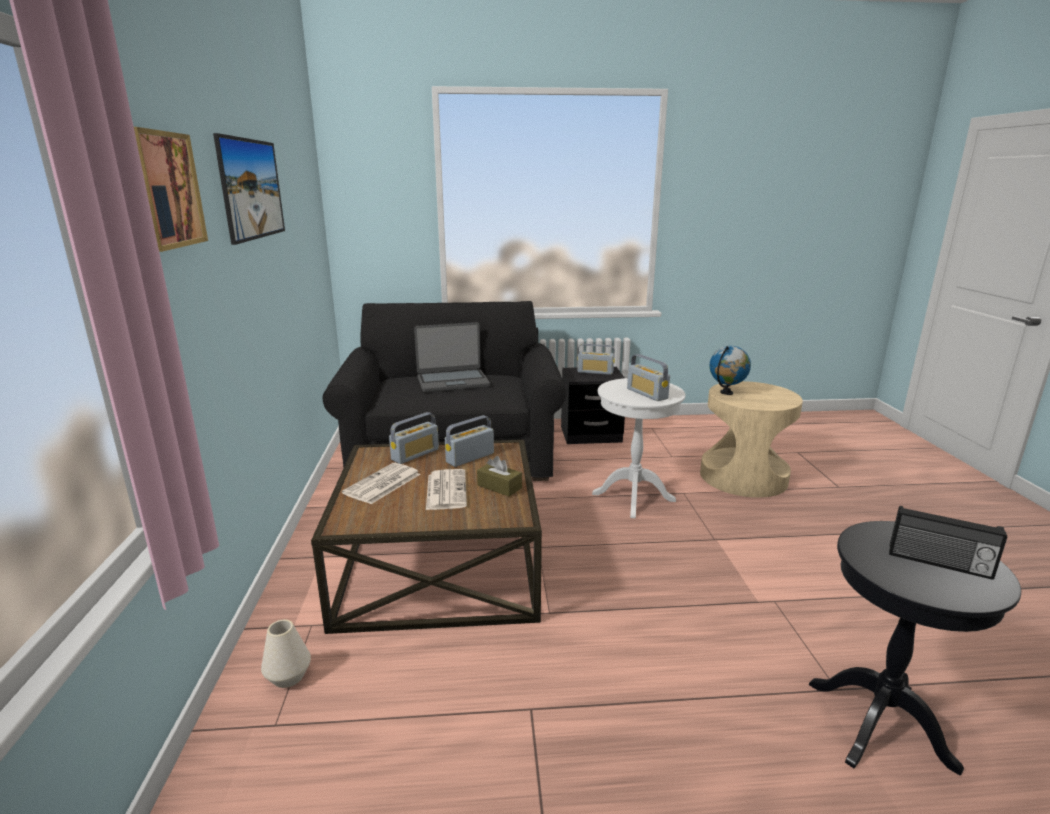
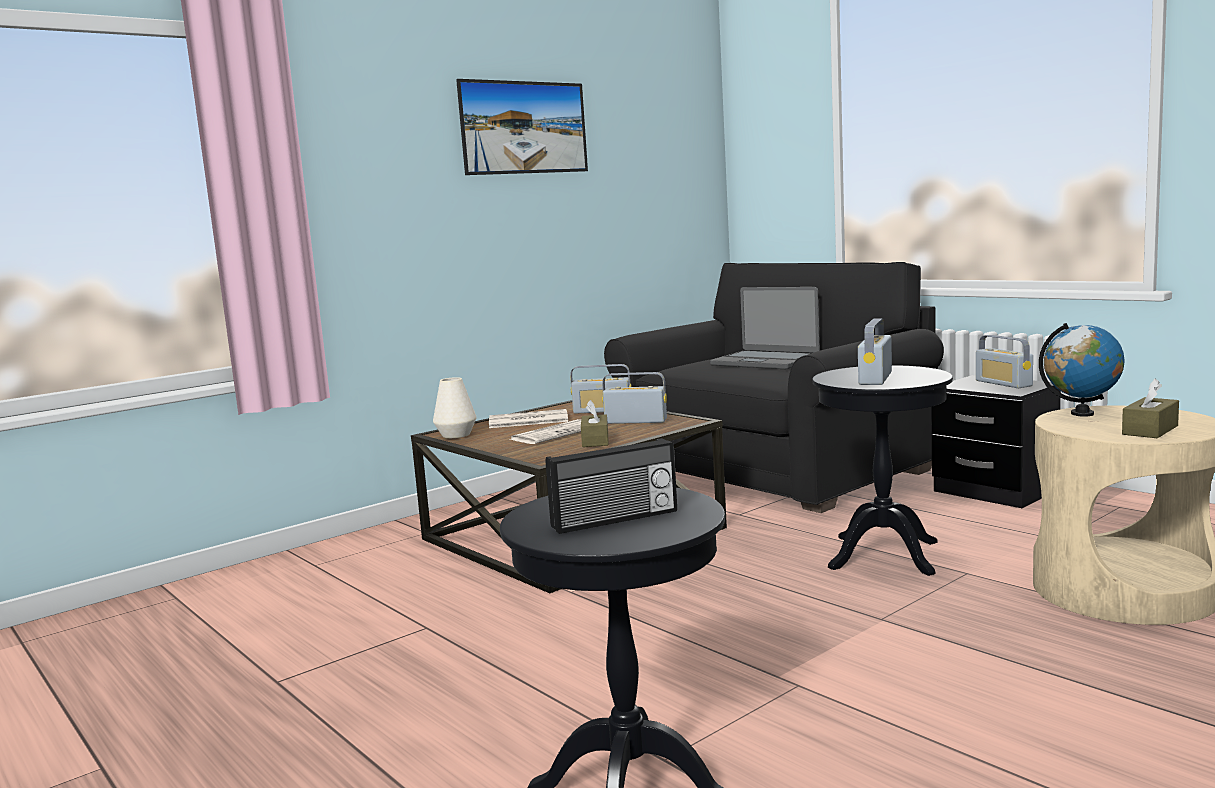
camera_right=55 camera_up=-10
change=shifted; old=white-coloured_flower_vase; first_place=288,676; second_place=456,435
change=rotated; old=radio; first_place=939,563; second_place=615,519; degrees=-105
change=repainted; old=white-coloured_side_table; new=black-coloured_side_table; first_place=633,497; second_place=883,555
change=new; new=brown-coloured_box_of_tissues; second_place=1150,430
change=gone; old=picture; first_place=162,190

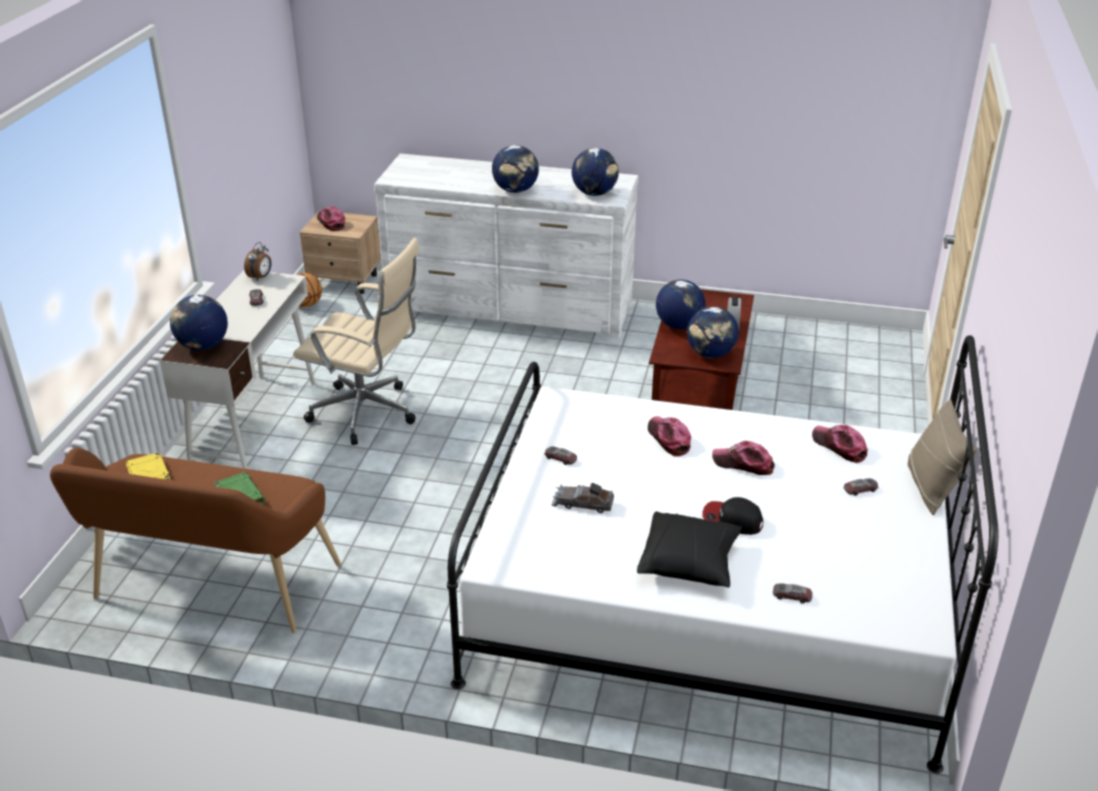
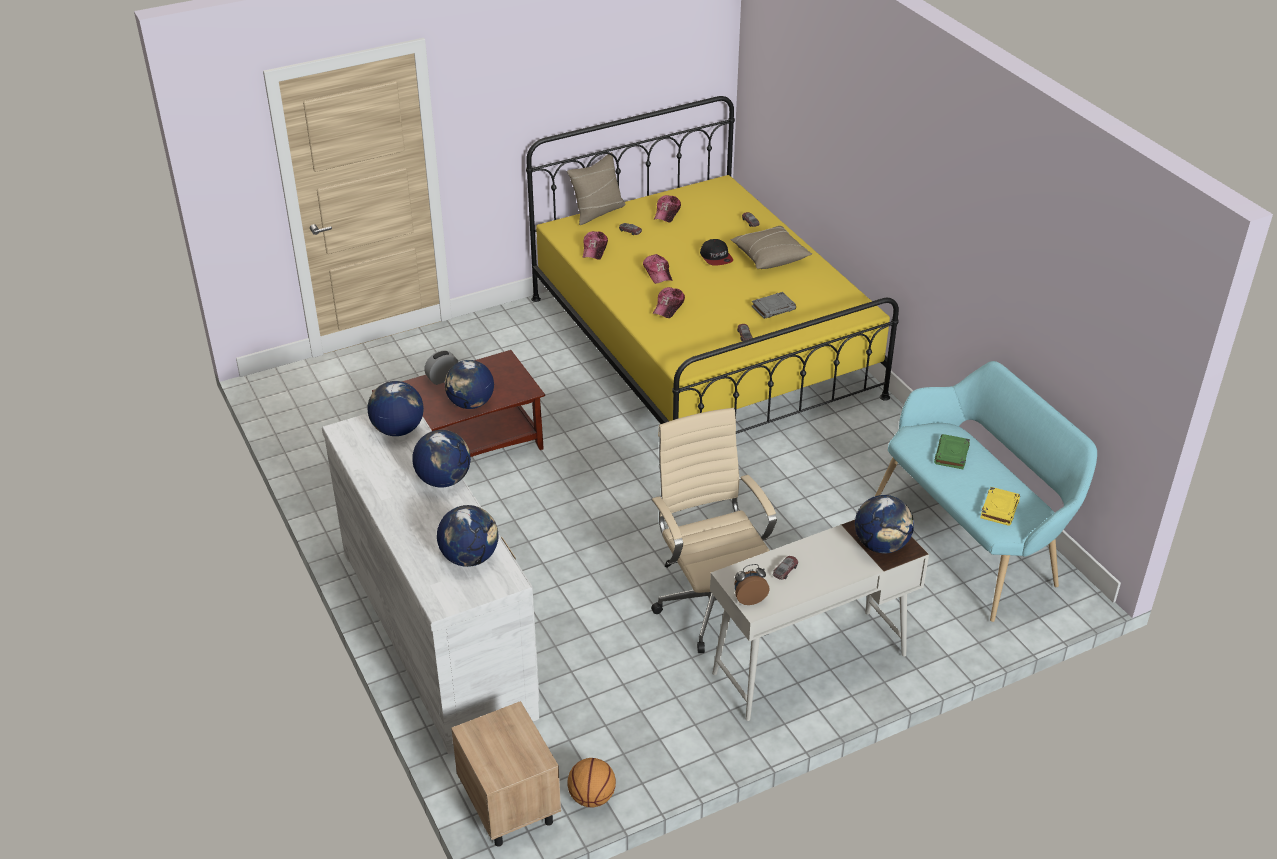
camera_right=-130 camera_up=5
change=shifted; old=world_globe; first_place=710,354; second_place=470,557
change=repainted; old=white-coloured_bed; new=yellow_bed; first_place=708,601; second_place=702,346
change=shifted; old=cap; first_place=331,222; second_place=667,213
change=repainted; old=black-coloured_cushion; new=beige-coloured_cushion; first_place=689,562; second_place=770,257
change=swapped; old=greyish_miniature_car; new=greyish_bound_book; first_place=582,503; second_place=773,308
change=repainted; old=brown-coloured_indoor_bench; new=blue-green_indoor_bench; first_place=210,588; second_place=973,541

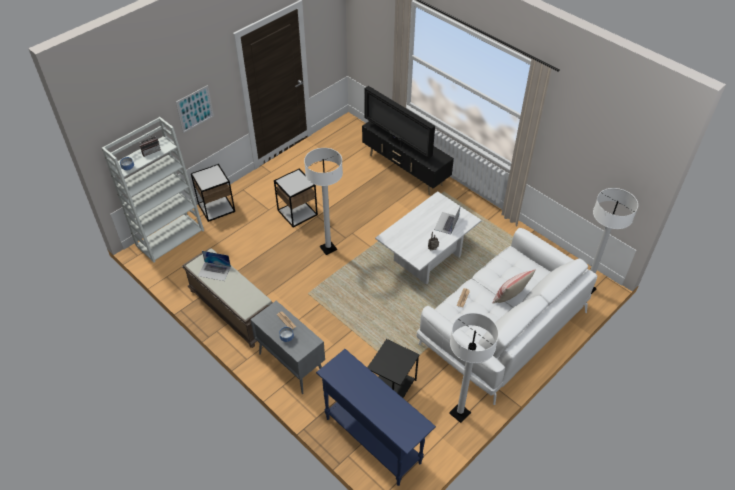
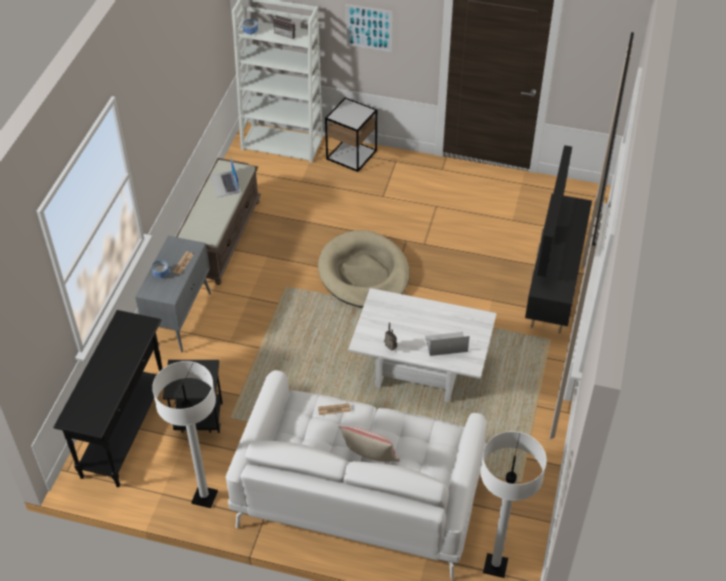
camera_right=60 camera_up=0
change=repainted; old=blue-coloured_narrow_table; new=black-coloured_narrow_table; first_place=372,439; second_place=125,431
change=swapped; old=white-coloured_standard_lamp; new=beige-coloured_pet_bed; first_place=328,248; second_place=364,273
change=gone; old=side_table; first_place=297,212

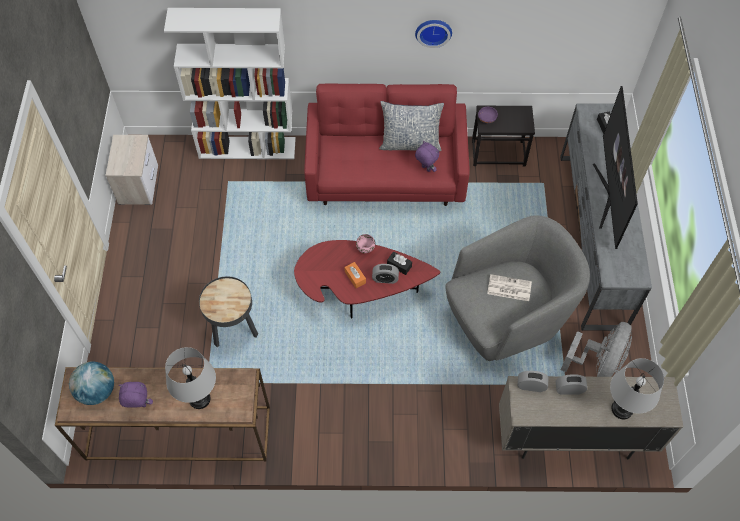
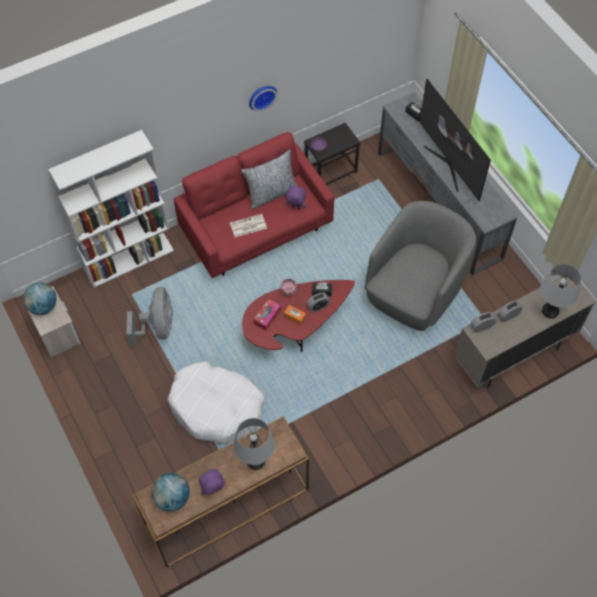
camera_right=-30 camera_up=0
change=new; new=world_globe; second_place=43,306
change=shifted; old=greyish_fan; first_place=598,362; second_place=157,327
change=swapped; old=black-coloured_side_table; new=white-coloured_pet_bed; first_place=233,330; second_place=217,407
change=shifted; old=newspaper; first_place=508,288; second_place=248,226
change=new; new=box_of_tissues; second_place=267,317

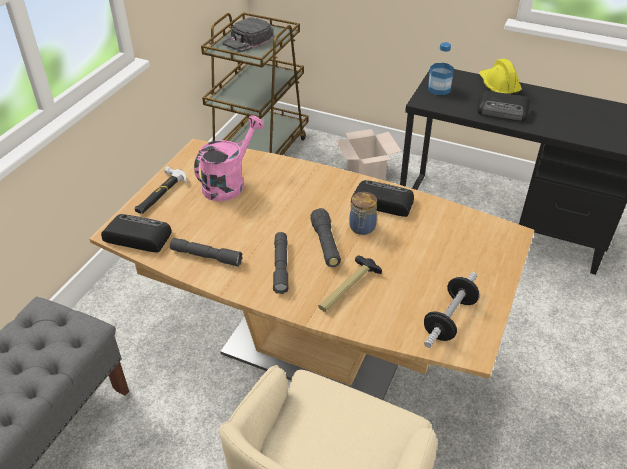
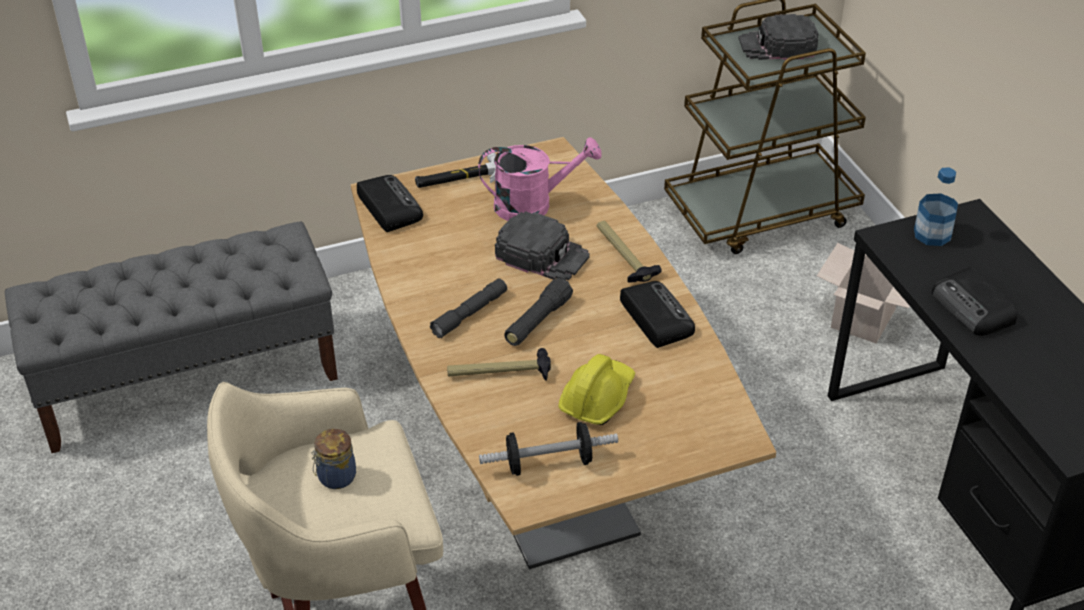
camera_right=45 camera_up=0
change=shifted; old=preserve_jar; first_place=362,228; second_place=335,477
change=new; new=black-coloured_cap; second_place=542,254
change=shifted; old=yellow_hard_hat; first_place=498,86; second_place=597,398
change=new; new=tool_hammer; second_place=623,255
change=gone; old=greyish_torch; first_place=206,256

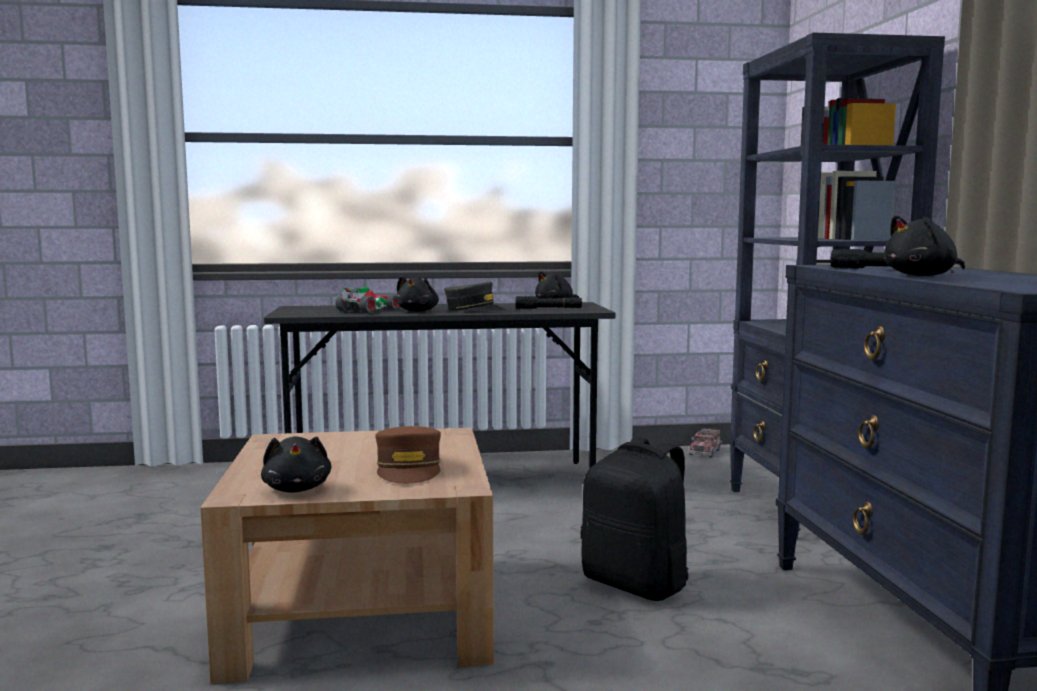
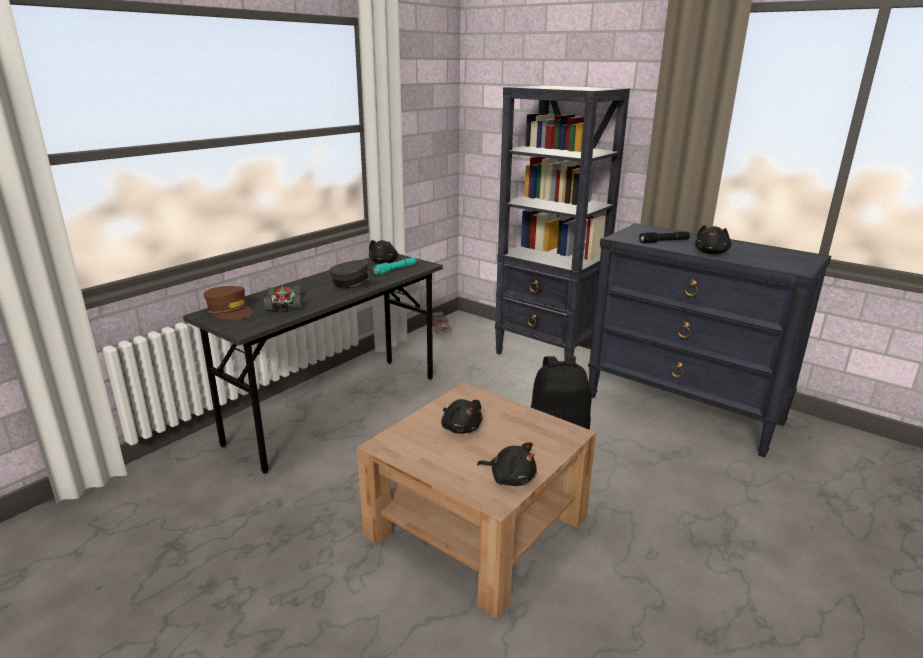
camera_right=-45 camera_up=15
change=shifted; old=brown-coloured_cap; first_place=409,469; second_place=230,311
change=repainted; old=black-coloured_torch; new=blue-green_torch; first_place=549,309; second_place=395,269
change=shifted; old=black-coloured_plush_toy; first_place=418,311; second_place=460,428

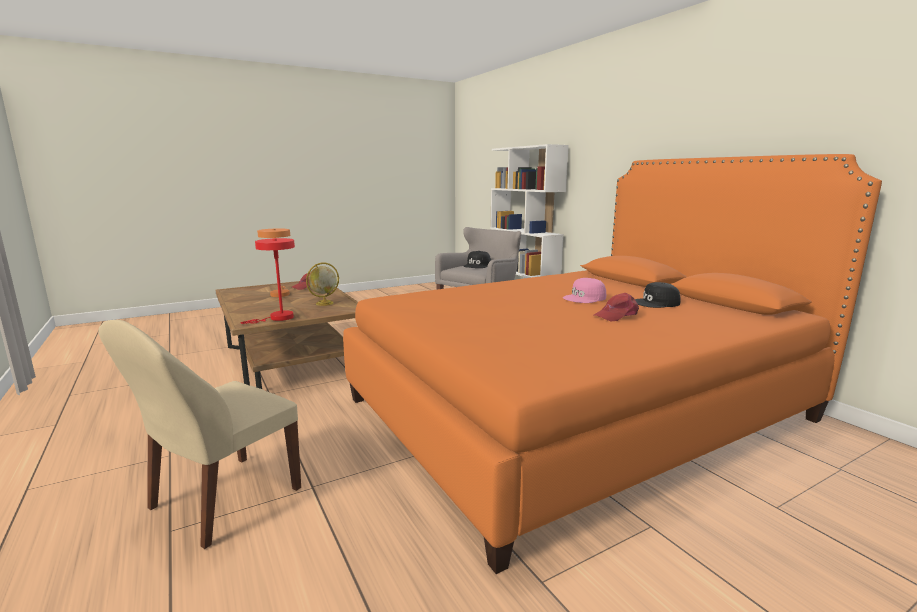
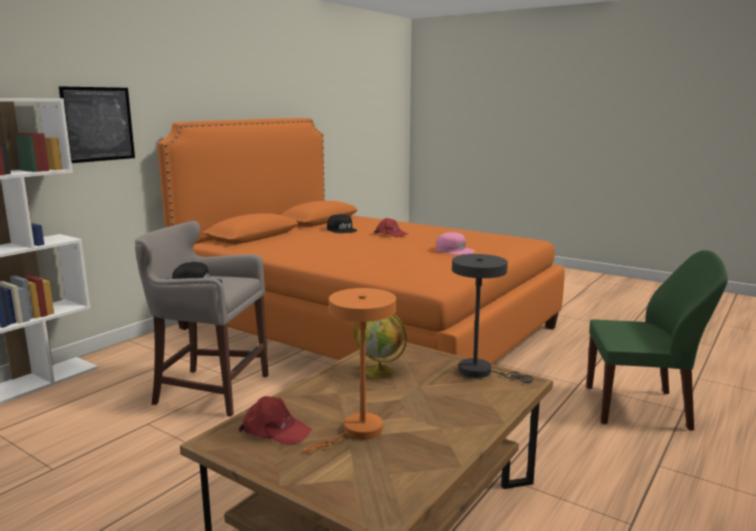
camera_right=-115 camera_up=0
change=new; new=picture; second_place=98,124
change=shifted; old=pinkish_cap; first_place=585,298; second_place=454,250
change=repainted; old=red-coloured_tabletop_lamp; new=greyish_tabletop_lamp; first_place=278,318; second_place=481,371
change=repainted; old=beige-coloured_upright_chair; new=greenish_upright_chair; first_place=222,500; second_place=640,408

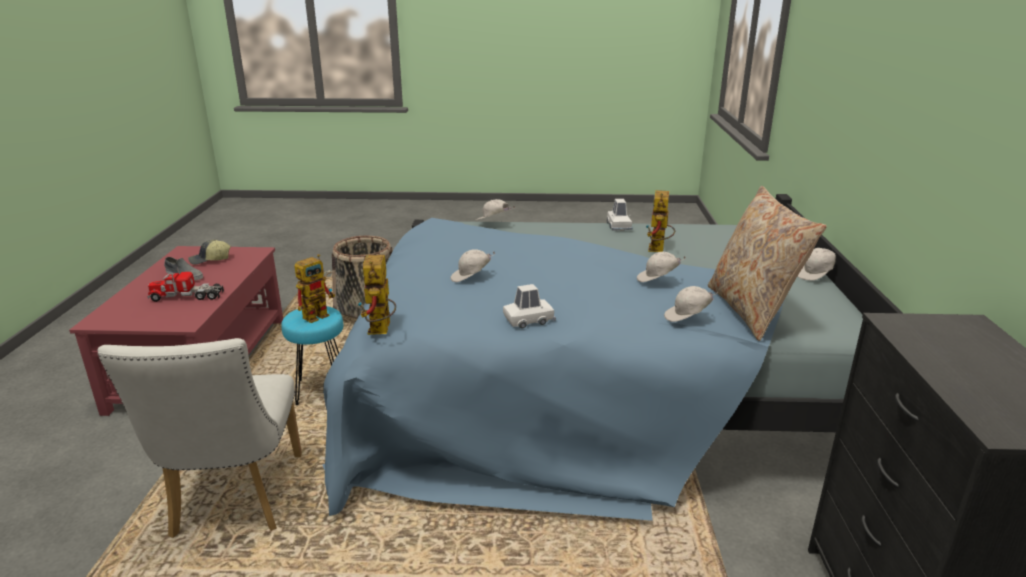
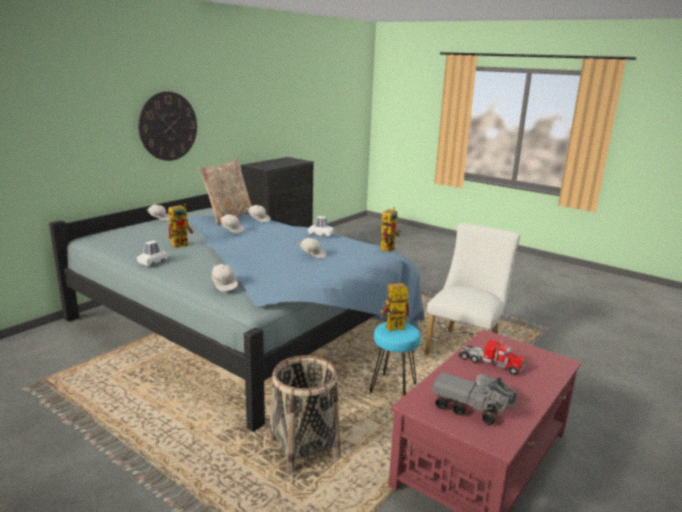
camera_right=-145 camera_up=-5
change=new; new=wall_clock; second_place=168,126
change=swapped; old=cap; new=model_truck; first_place=210,260; second_place=467,409

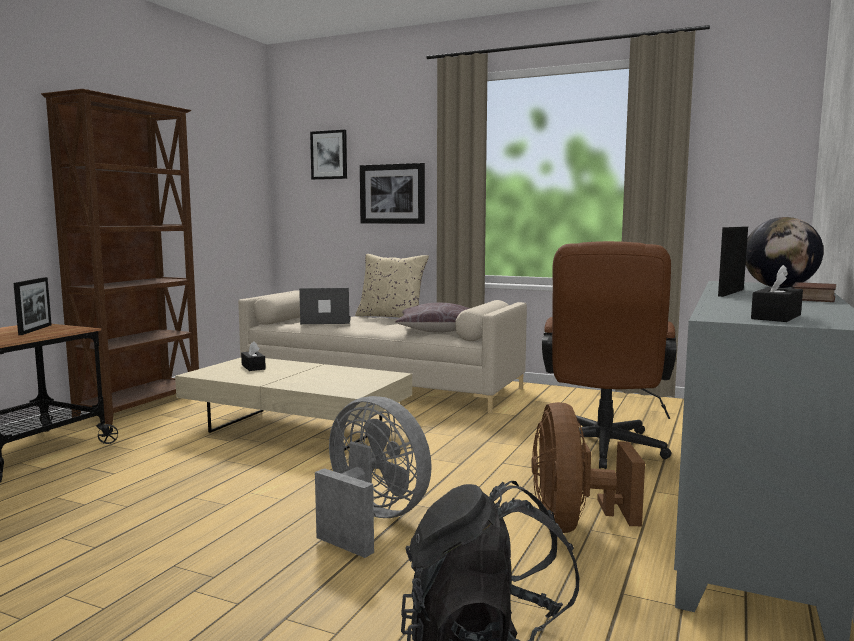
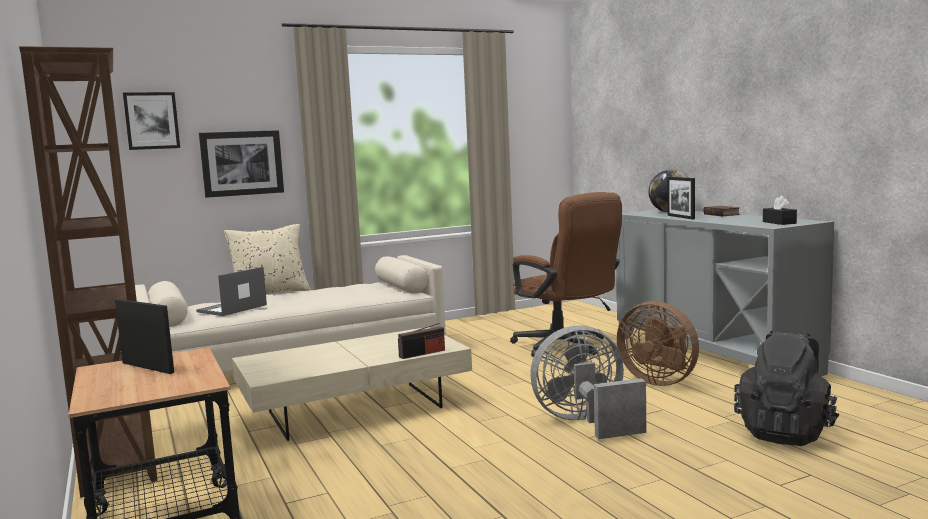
camera_right=-50 camera_up=0
change=new; new=radio; second_place=422,353
change=gone; old=black-coloured_box_of_tissues; first_place=253,367
change=gone; old=brown-coloured_cushion; first_place=439,330

